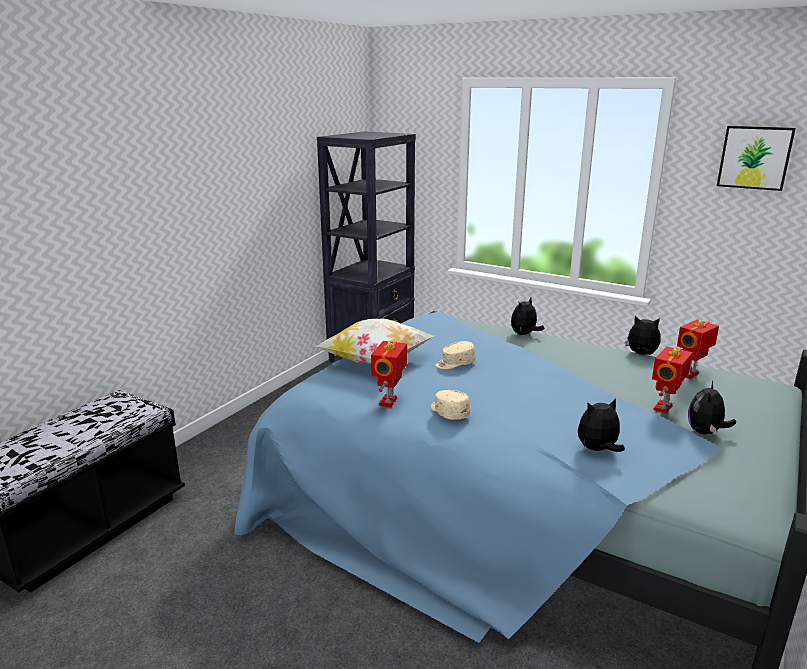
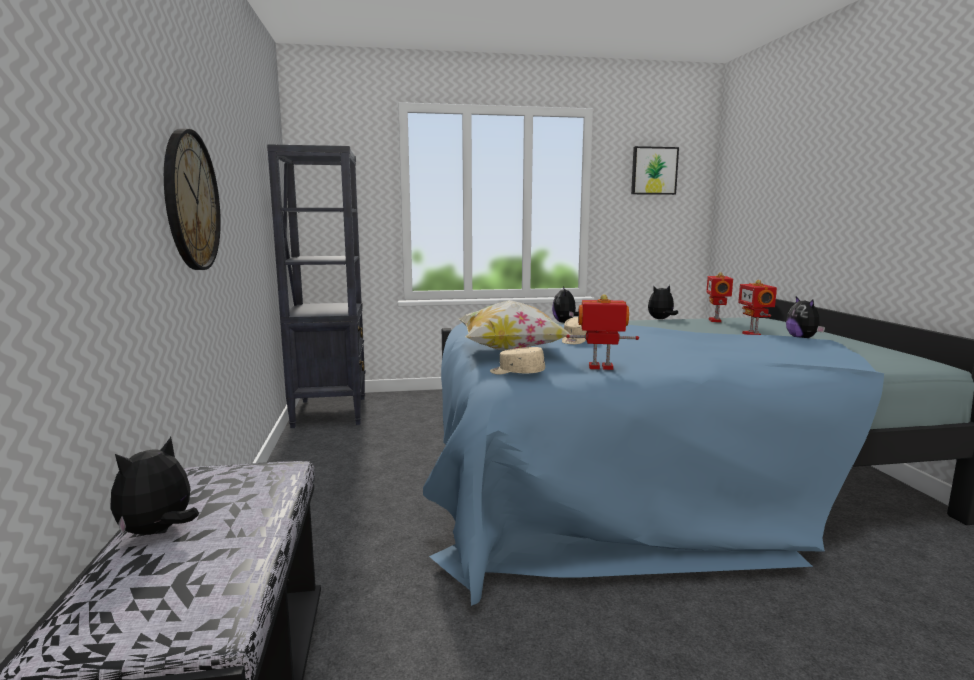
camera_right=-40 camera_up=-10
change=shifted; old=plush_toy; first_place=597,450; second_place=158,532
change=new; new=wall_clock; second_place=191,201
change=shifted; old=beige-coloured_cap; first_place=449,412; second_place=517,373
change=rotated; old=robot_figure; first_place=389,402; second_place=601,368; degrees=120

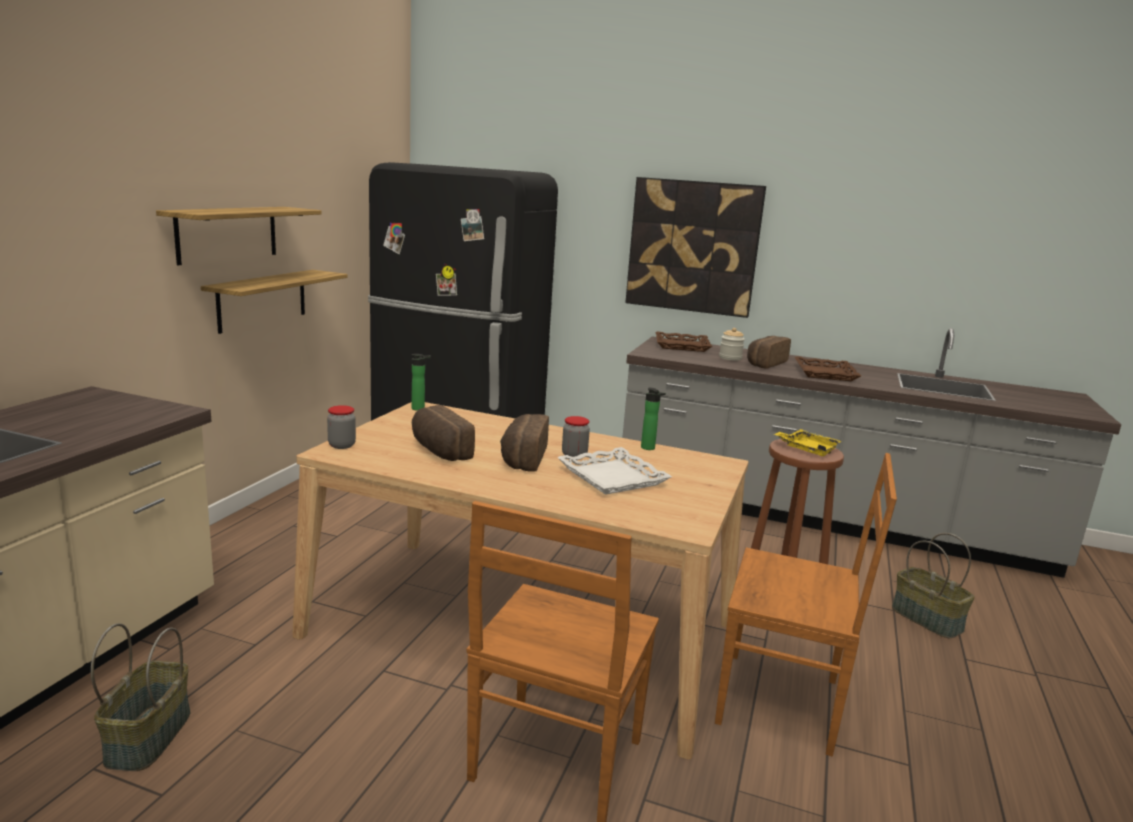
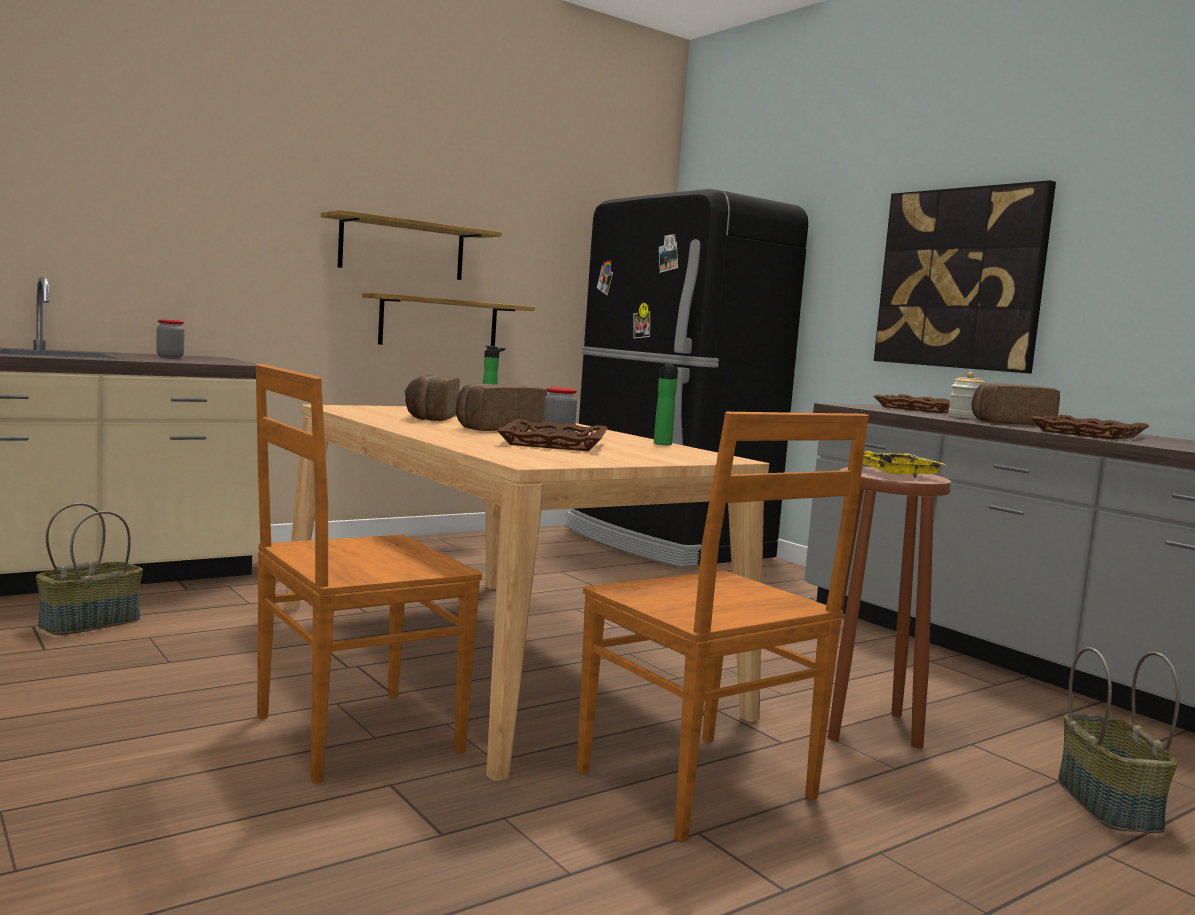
camera_right=35 camera_up=-10
change=shifted; old=preserve_jar; first_place=342,445; second_place=170,357
change=repainted; old=white-coloured_tray; new=brown-coloured_tray; first_place=611,477; second_place=553,443

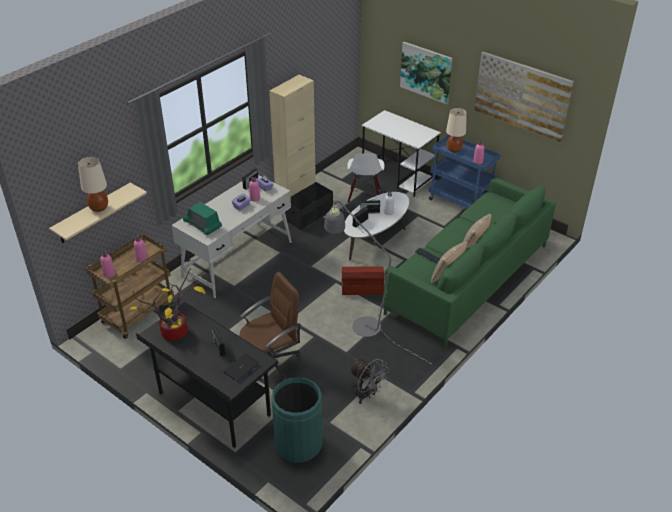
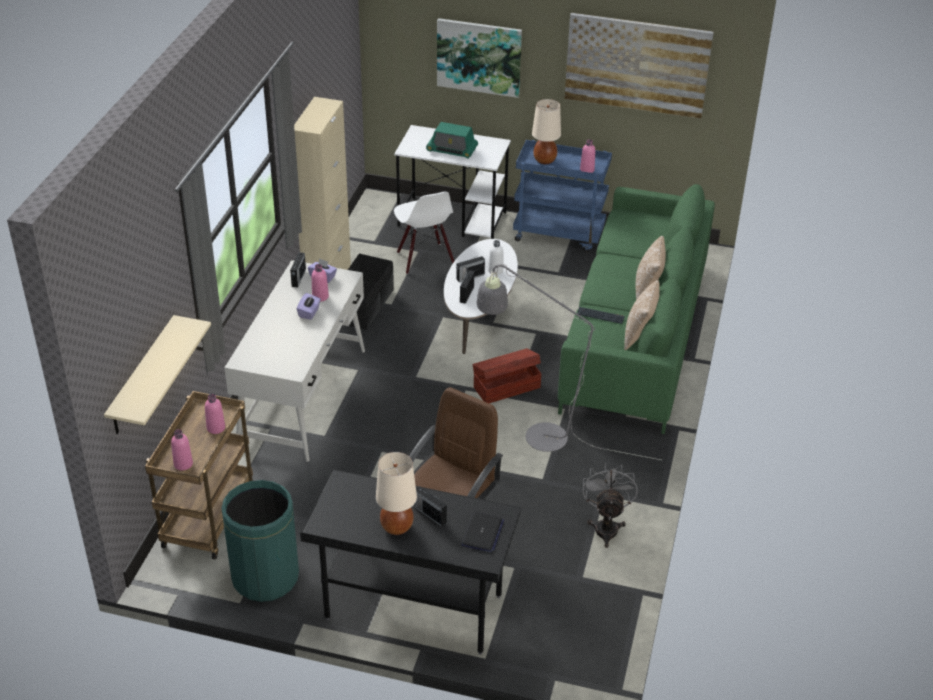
camera_right=-25 camera_up=0
change=shifted; old=greenish_rubbish_bin; first_place=298,444; second_place=265,577
change=shifted; old=beige-coloured_tabletop_lamp; first_place=98,207; second_place=396,527
change=shifted; old=radio; first_place=203,225; second_place=452,150
change=rotated; old=greyish_fan; first_place=366,395; second_place=606,526; degrees=-105
change=gone; old=houseplant; first_place=175,330

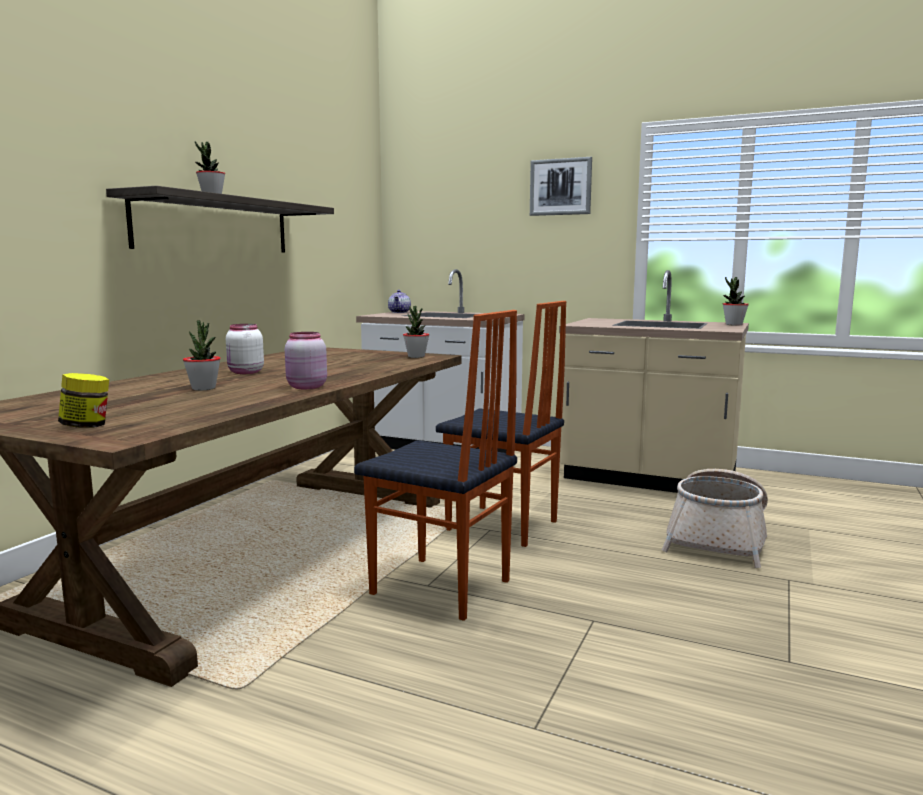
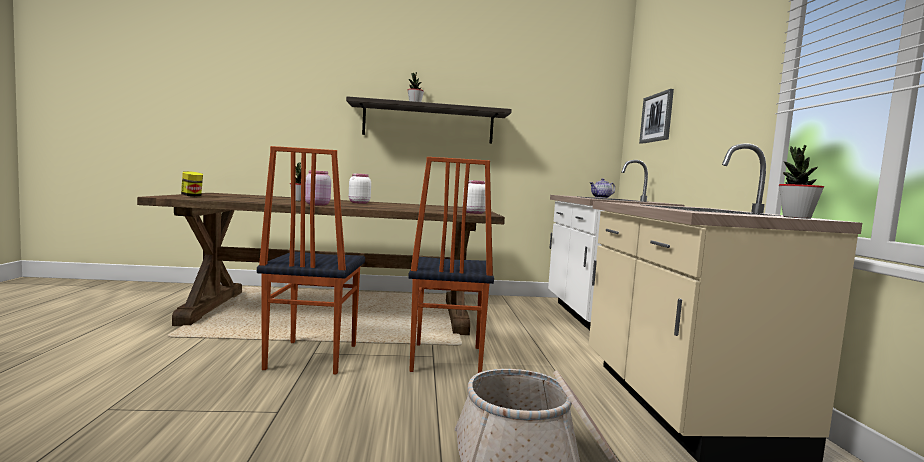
camera_right=60 camera_up=-5
change=swapped; old=houseplant; new=white-coloured_preserve_jar; first_place=416,356; second_place=473,213
change=shifted; old=picture; first_place=560,187; second_place=657,117

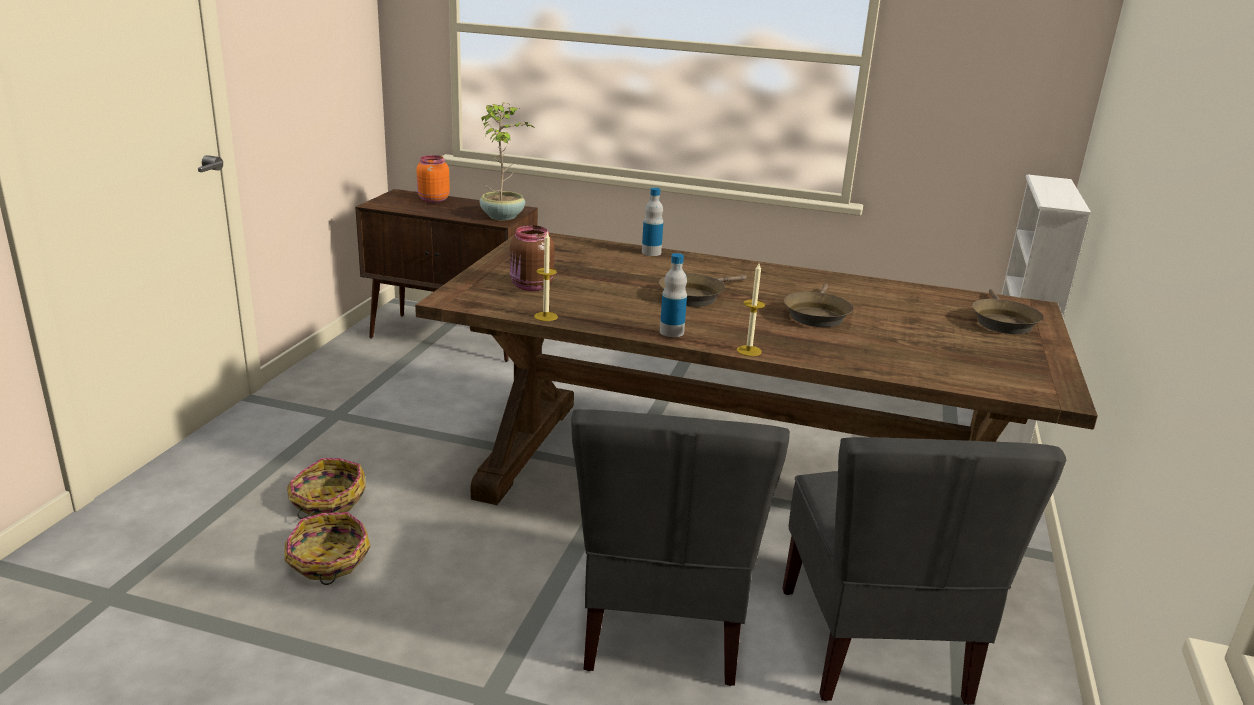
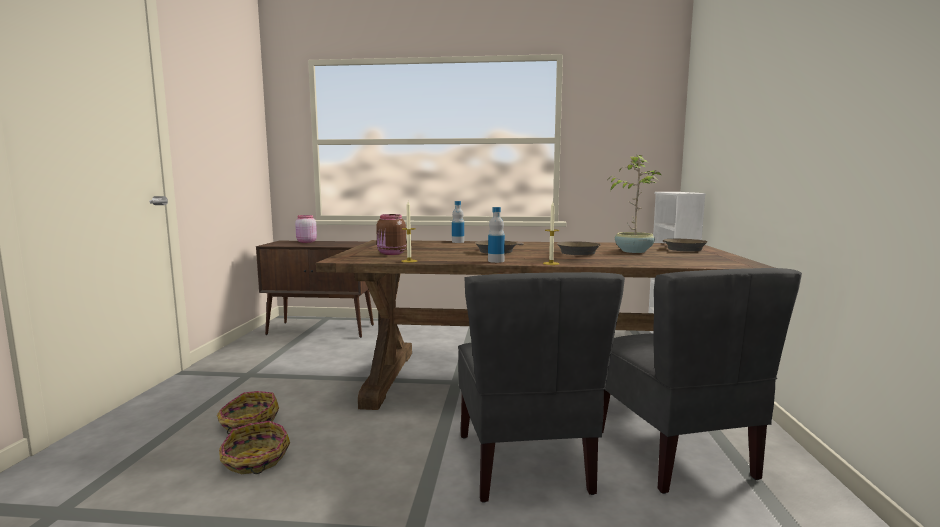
camera_right=-10 camera_up=-15
change=repainted; old=orangey_preserve_jar; new=pinkish_preserve_jar; first_place=432,200; second_place=306,242
change=shifted; old=houseplant; first_place=503,216; second_place=633,251

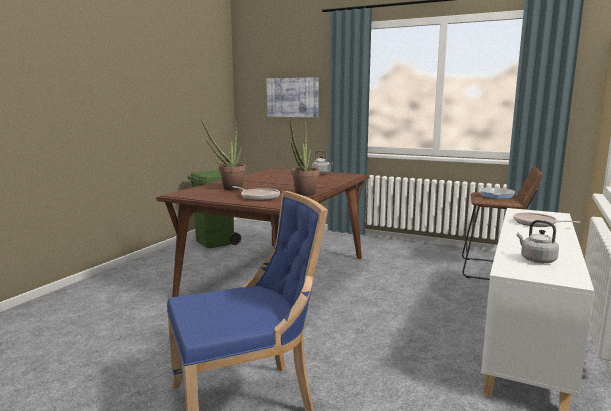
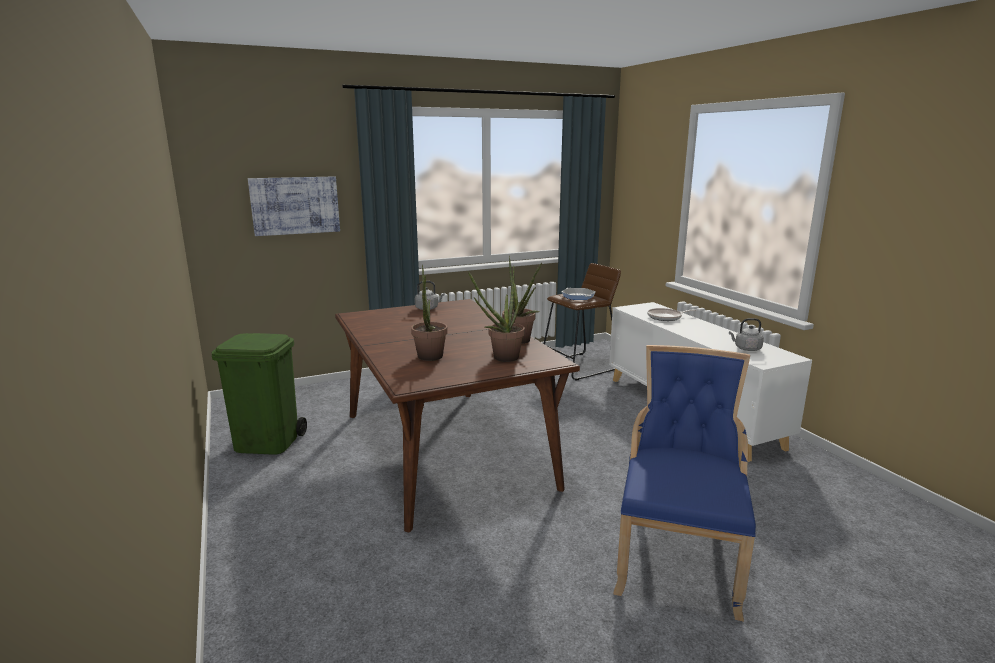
camera_right=-50 camera_up=5
change=swapped; old=pan; new=houseplant; first_place=259,197; second_place=501,359

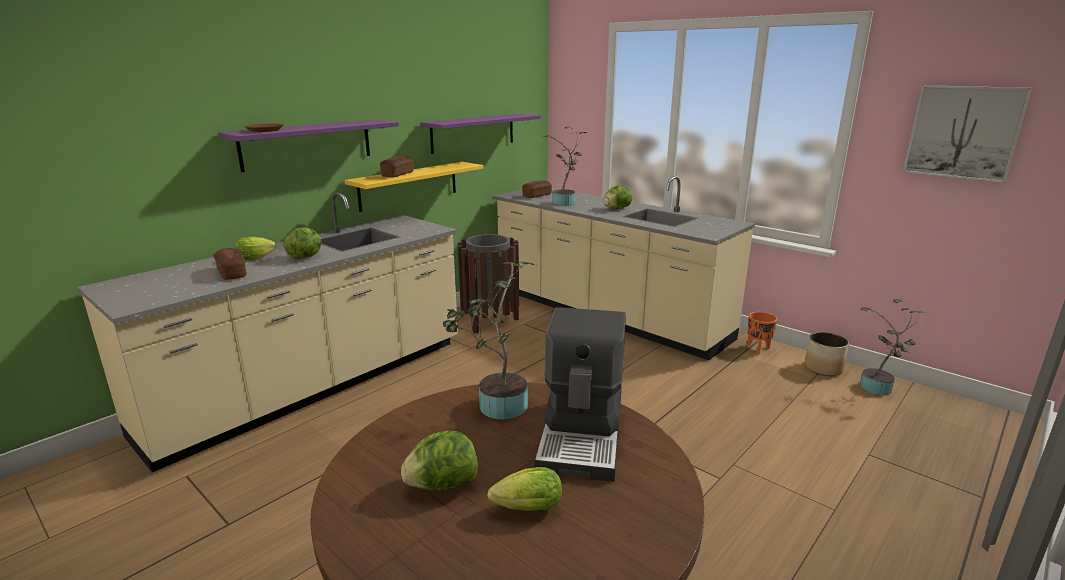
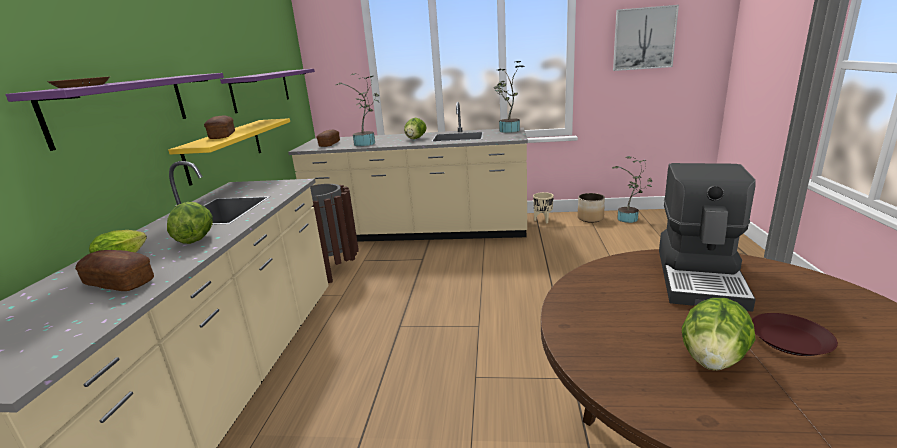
camera_right=-35 camera_up=0
change=shifted; old=houseplant; first_place=497,407; second_place=508,131
change=repainted; old=orangey_planter; new=beige-coloured_planter; first_place=758,349; second_place=543,220
change=rotated; old=coffee_brewer; first_place=583,436; second_place=701,277; degrees=45
change=swapped; old=lettuce; new=brown-coloured_flat_dish; first_place=524,509; second_place=790,340

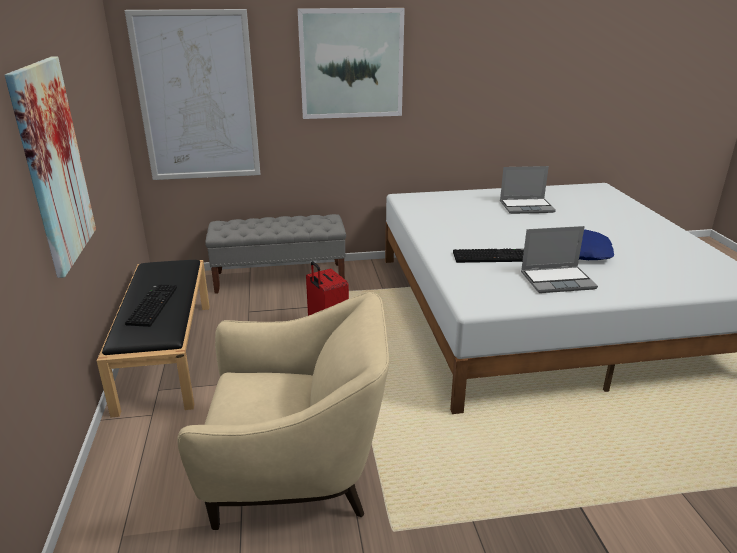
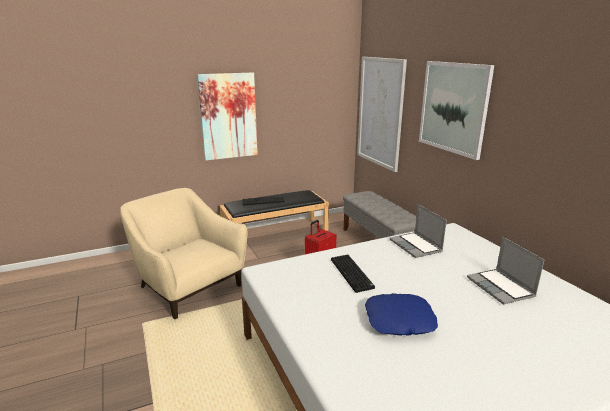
camera_right=75 camera_up=-5
change=rotated; old=beige-coloured_lounge_chair; first_place=296,469; second_place=188,287; degrees=150
change=shifted; old=portable_computer; first_place=558,280; second_place=416,246

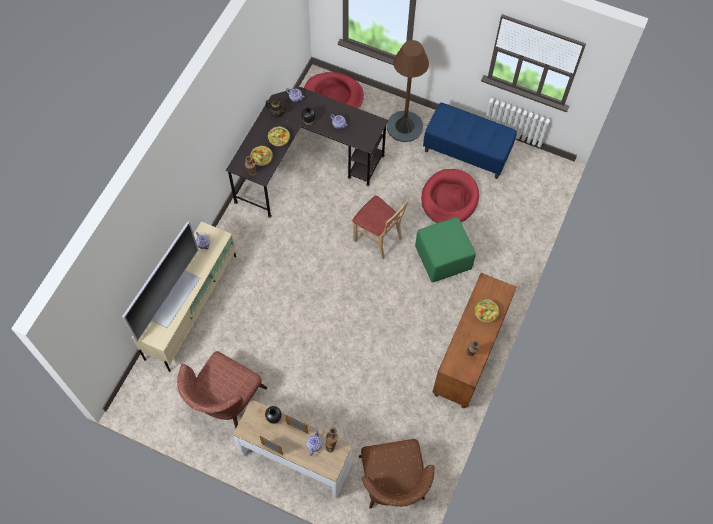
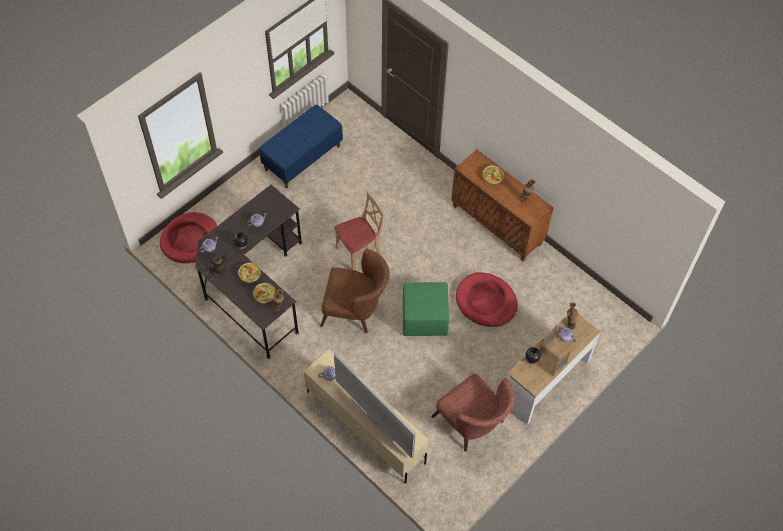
camera_right=-70 camera_up=-5
change=shifted; old=brown-coloured_lounge_chair; first_place=393,485; second_place=356,310
change=shifted; old=greenish_ottoman; first_place=442,258; second_place=424,318
change=shifted; old=red-coloured_pet_bed; first_place=449,199; second_place=486,301
change=gone; old=brown-coloured_standard_lamp; first_place=405,126

